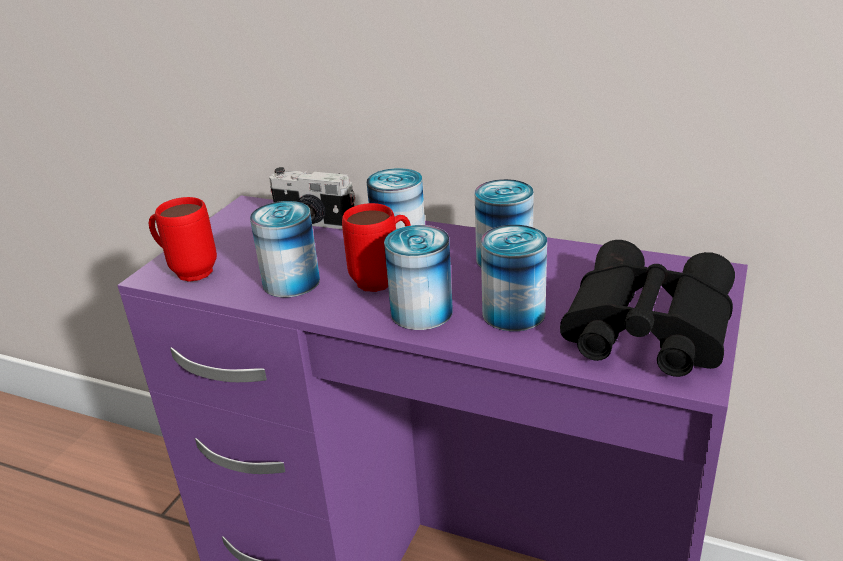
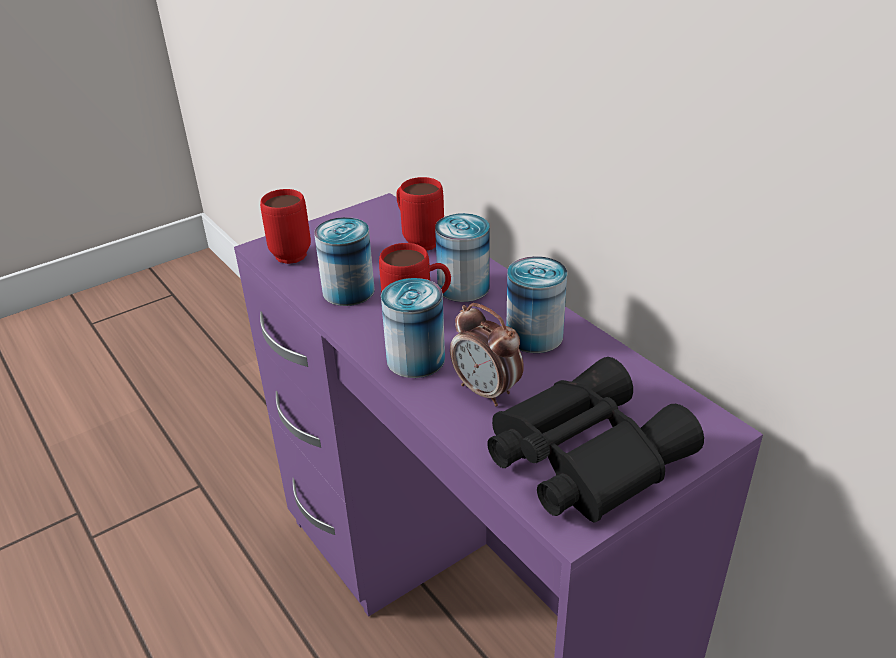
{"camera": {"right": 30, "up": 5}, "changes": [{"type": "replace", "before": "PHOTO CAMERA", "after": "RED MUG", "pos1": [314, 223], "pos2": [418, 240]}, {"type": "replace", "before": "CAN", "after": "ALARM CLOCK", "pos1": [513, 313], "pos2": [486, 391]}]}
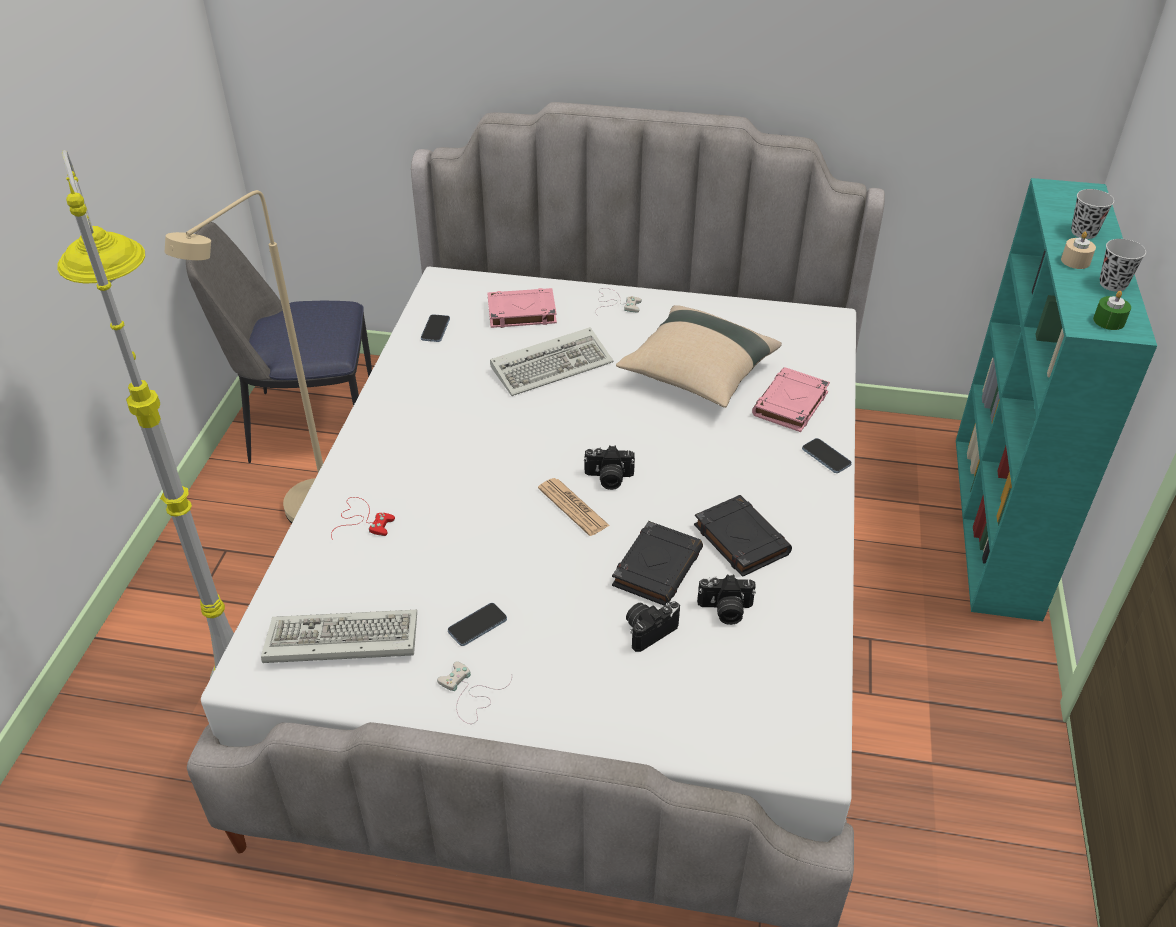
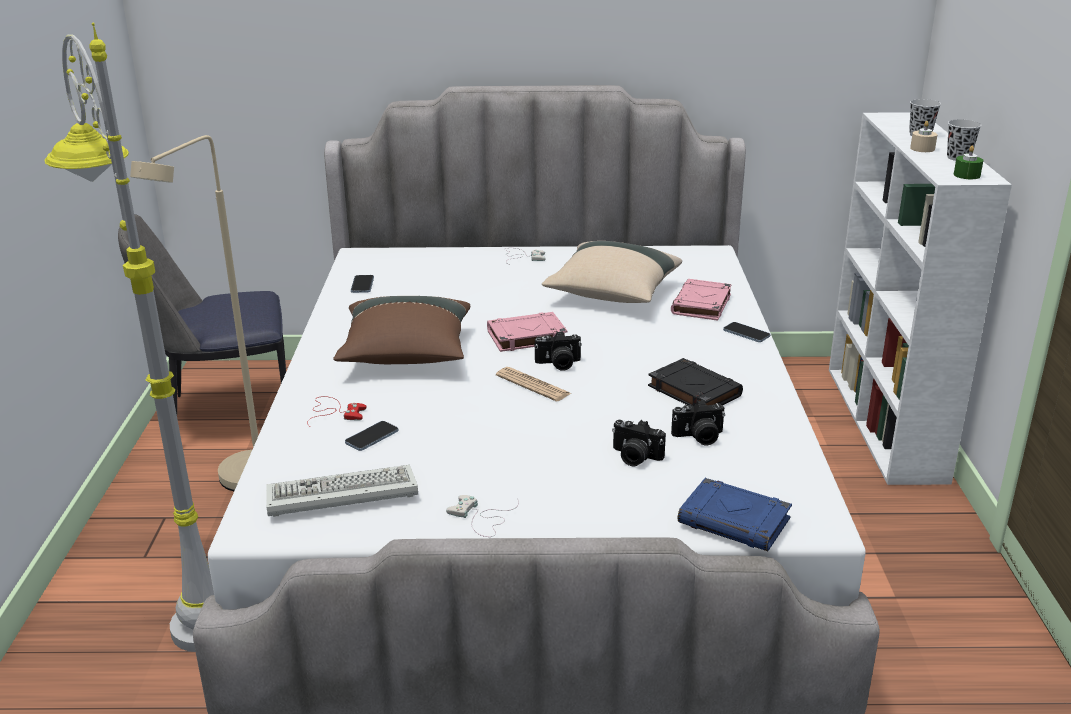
{"camera": {"right": -10, "up": -15}, "changes": [{"type": "delete", "before": "KEYBOARD", "pos1": [553, 365]}, {"type": "delete", "before": "BLACK BOOK", "pos1": [657, 567]}, {"type": "insert", "after": "BROWN PILLOW", "pos2": [406, 354]}, {"type": "insert", "after": "BLUE BOOK", "pos2": [735, 521]}, {"type": "move", "before": "PHONE", "pos1": [477, 625], "pos2": [372, 437]}, {"type": "move", "before": "PINK BOOK", "pos1": [521, 313], "pos2": [526, 337]}, {"type": "recolor", "before": "TURQUOISE BOOKCASE", "after": "WHITE BOOKCASE", "pos1": [996, 525], "pos2": [885, 423]}, {"type": "rotate", "before": "PHOTO CAMERA", "pos1": [649, 630], "pos2": [634, 457], "turn": -105}]}
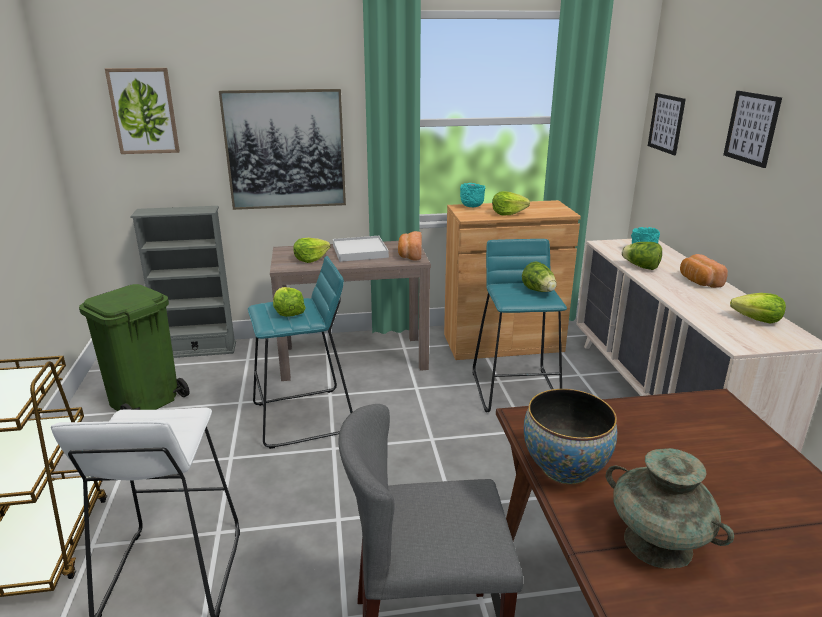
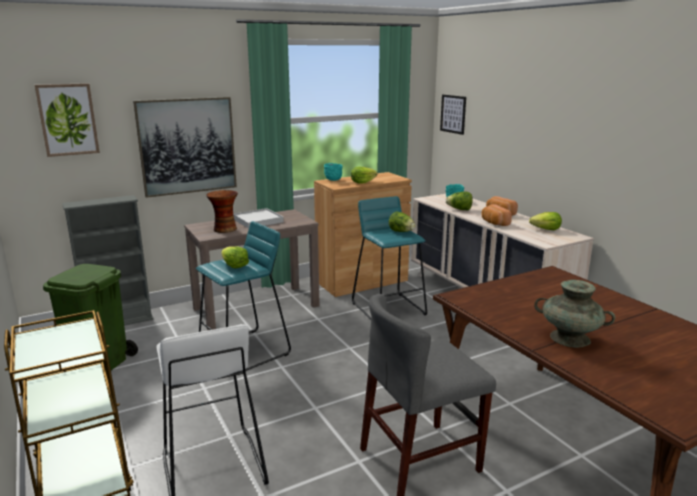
{"camera": {"right": -20, "up": -5}, "changes": [{"type": "delete", "before": "BOWL", "pos1": [565, 469]}, {"type": "delete", "before": "PICTURE", "pos1": [751, 128]}, {"type": "move", "before": "BREAD", "pos1": [409, 255], "pos2": [494, 223]}, {"type": "replace", "before": "LETTUCE", "after": "VASE", "pos1": [311, 259], "pos2": [224, 229]}]}
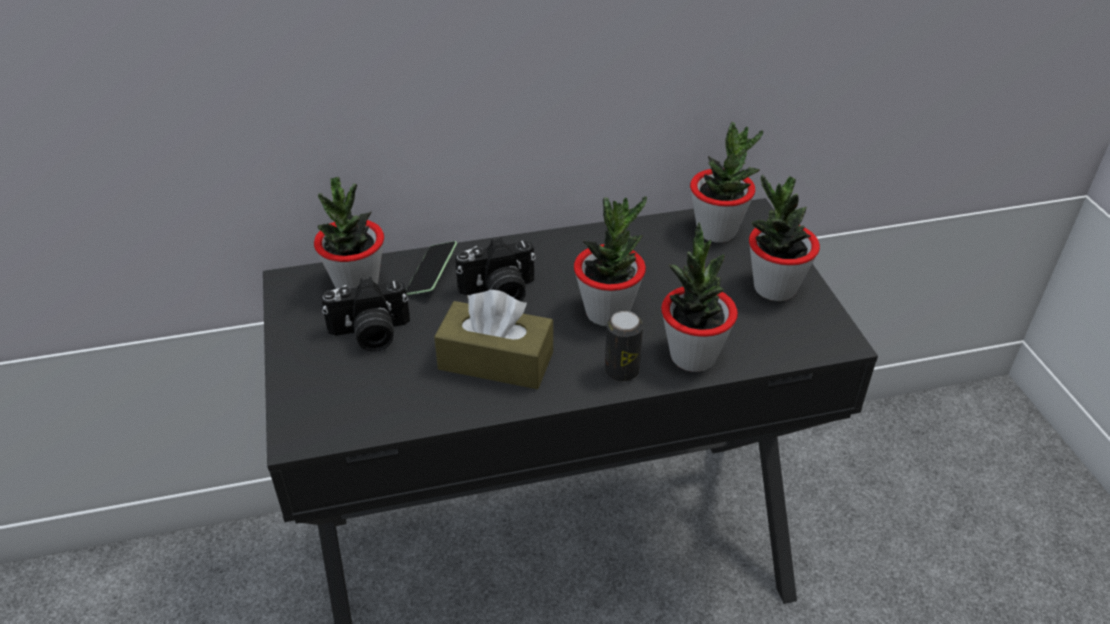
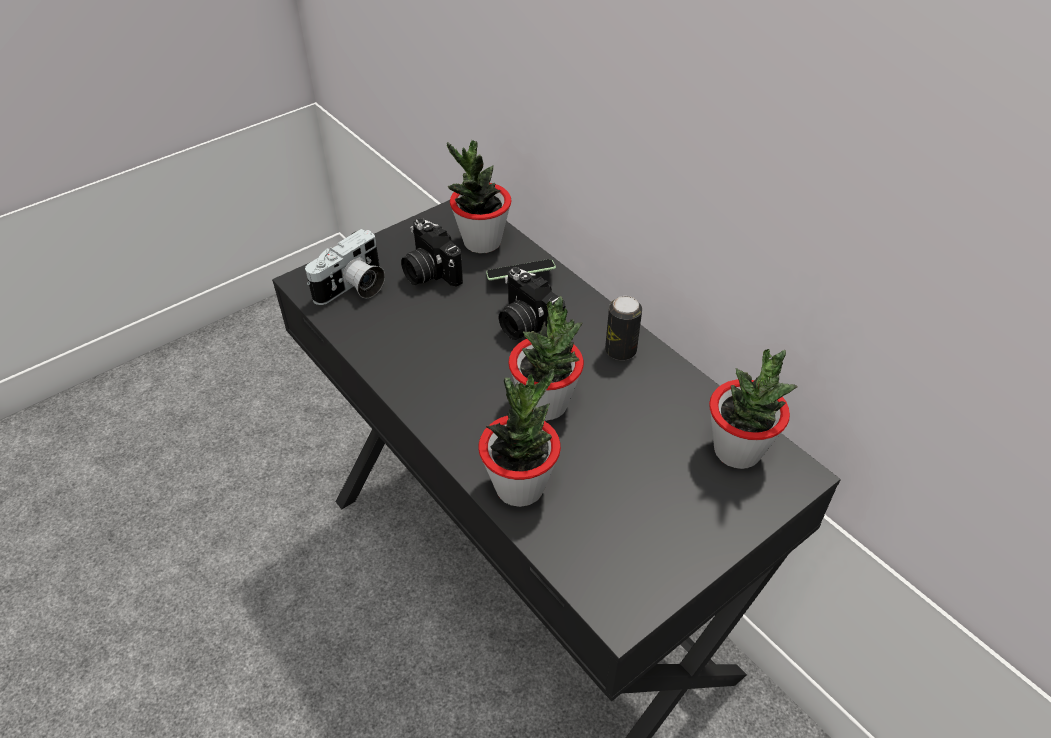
{"camera": {"right": 65, "up": 5}, "changes": [{"type": "delete", "before": "BROWN TISSUE BOX", "pos1": [496, 361]}, {"type": "delete", "before": "POTTED PLANT", "pos1": [774, 288]}, {"type": "insert", "after": "PHOTO CAMERA", "pos2": [353, 288]}, {"type": "move", "before": "CAN", "pos1": [621, 371], "pos2": [620, 351]}]}
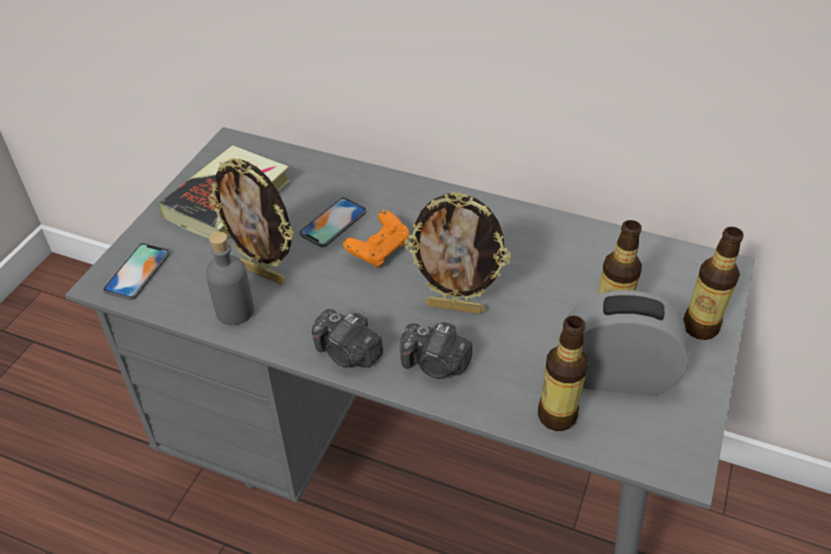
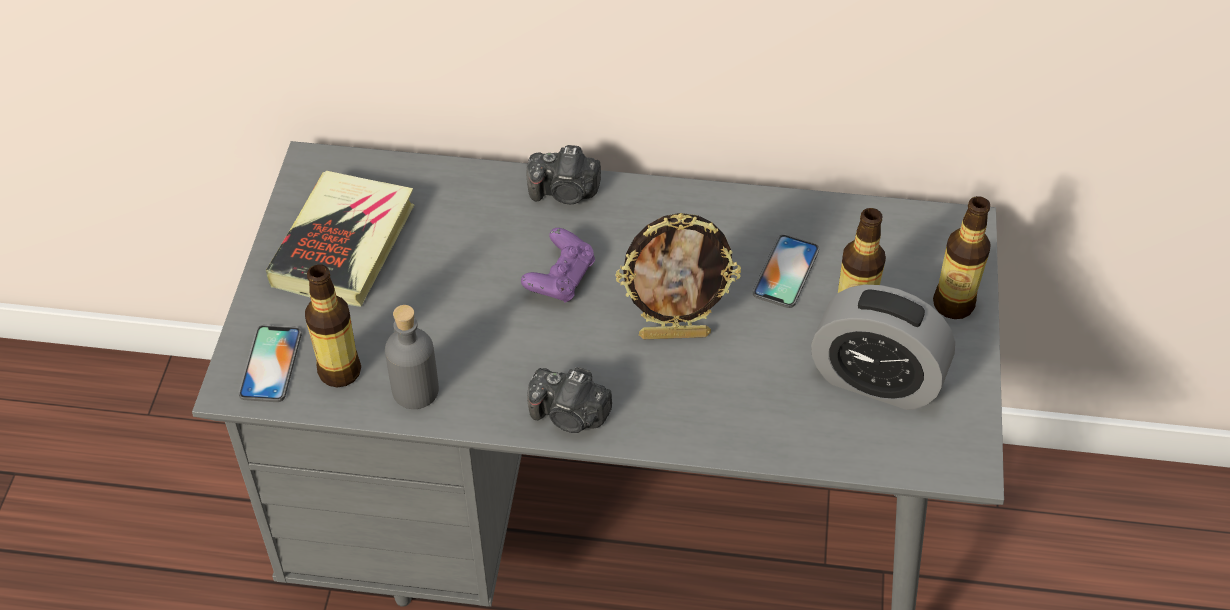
{"camera": {"right": -15, "up": 5}, "changes": [{"type": "delete", "before": "PICTURE FRAME", "pos1": [264, 273]}, {"type": "move", "before": "PHONE", "pos1": [333, 222], "pos2": [786, 272]}, {"type": "move", "before": "PHOTO CAMERA", "pos1": [435, 364], "pos2": [565, 192]}, {"type": "move", "before": "BOTTLE", "pos1": [557, 416], "pos2": [339, 371]}, {"type": "recolor", "before": "ORANGE GAME CONTROLLER", "after": "PURPLE GAME CONTROLLER", "pos1": [379, 250], "pos2": [560, 279]}, {"type": "rotate", "before": "ALARM CLOCK", "pos1": [616, 375], "pos2": [876, 380], "turn": -150}]}
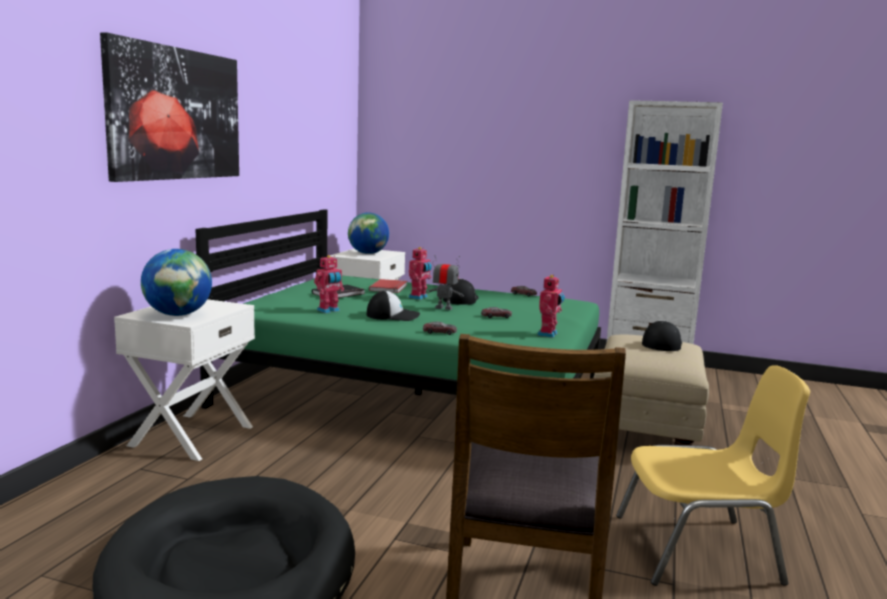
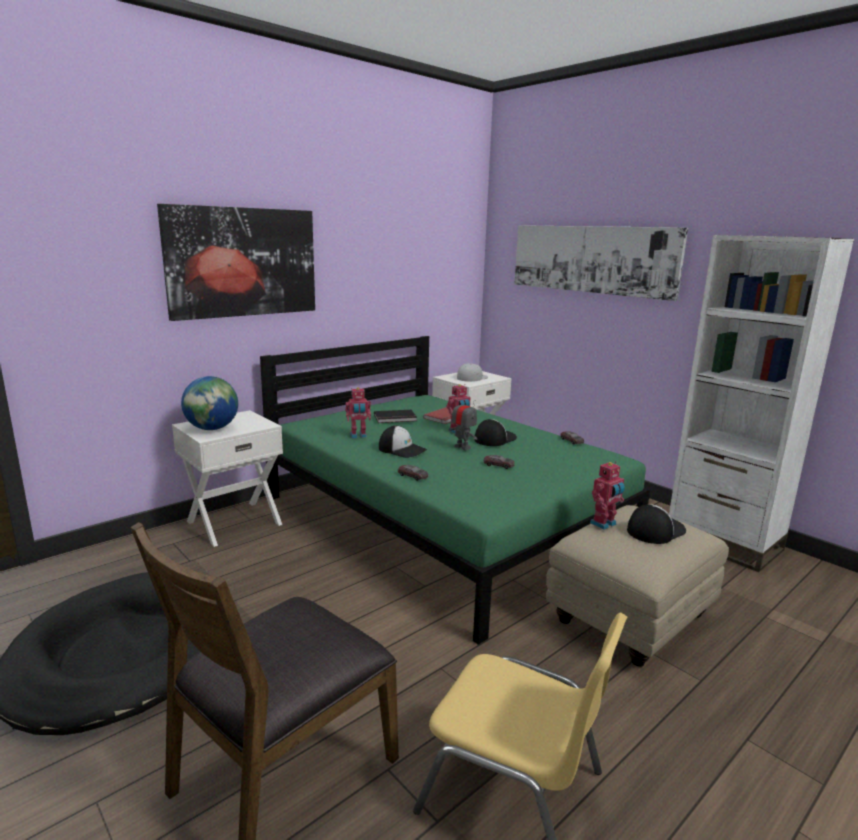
{"camera": {"right": 30, "up": 5}, "changes": [{"type": "insert", "after": "PICTURE", "pos2": [591, 259]}, {"type": "move", "before": "TOY ROBOT", "pos1": [549, 334], "pos2": [604, 524]}, {"type": "replace", "before": "GLOBE", "after": "WHITE CAP", "pos1": [368, 253], "pos2": [472, 377]}]}
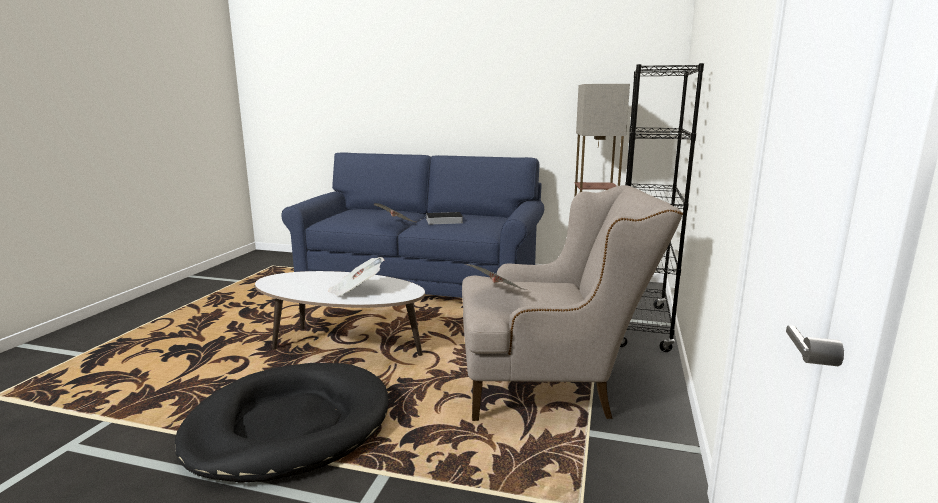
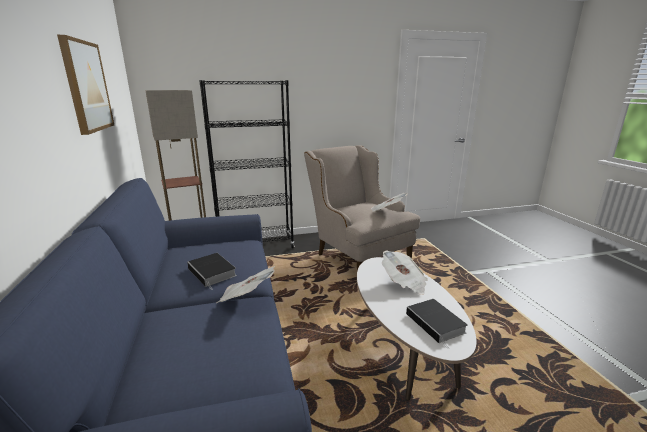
{"camera": {"right": -120, "up": 5}, "changes": [{"type": "delete", "before": "BLACK DOG BED", "pos1": [289, 426]}, {"type": "insert", "after": "PICTURE", "pos2": [86, 86]}, {"type": "insert", "after": "BOOK", "pos2": [436, 324]}]}
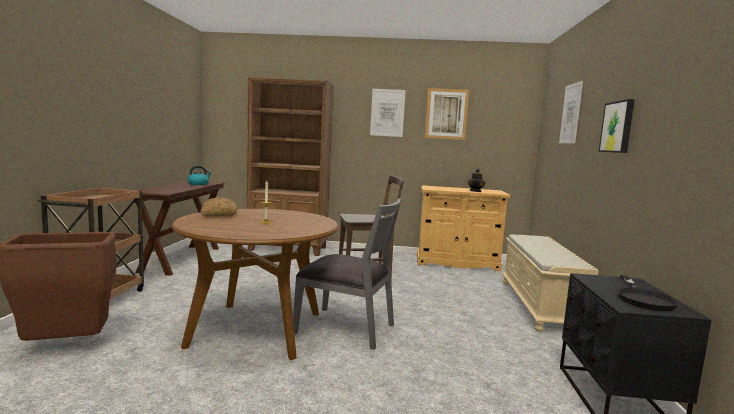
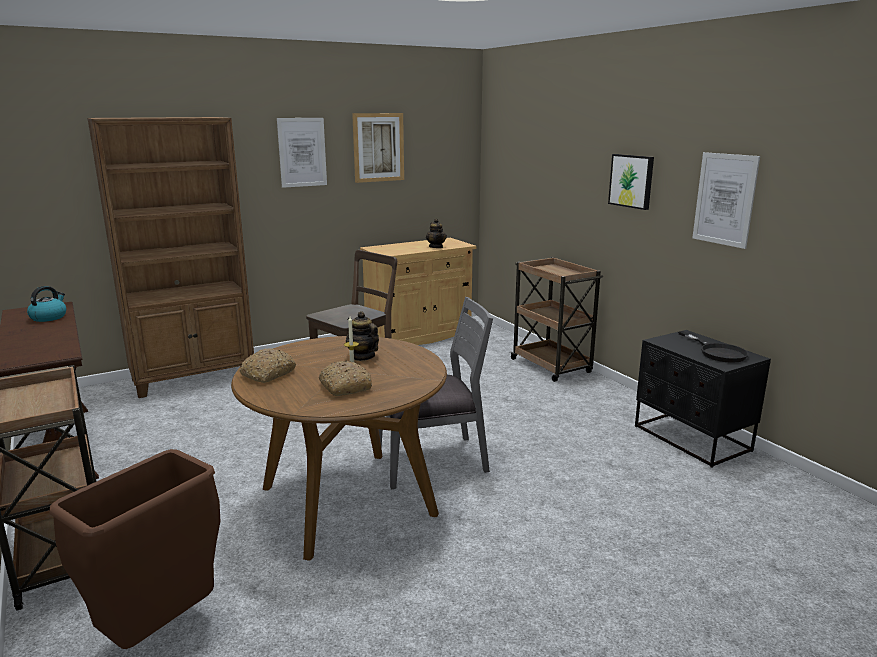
{"camera": {"right": -35, "up": 10}, "changes": [{"type": "insert", "after": "BREAD", "pos2": [344, 387]}, {"type": "insert", "after": "TEAPOT", "pos2": [363, 357]}, {"type": "move", "before": "PICTURE", "pos1": [571, 113], "pos2": [724, 199]}, {"type": "replace", "before": "BEIGE BENCH", "after": "BROWN CART", "pos1": [540, 305], "pos2": [551, 366]}]}
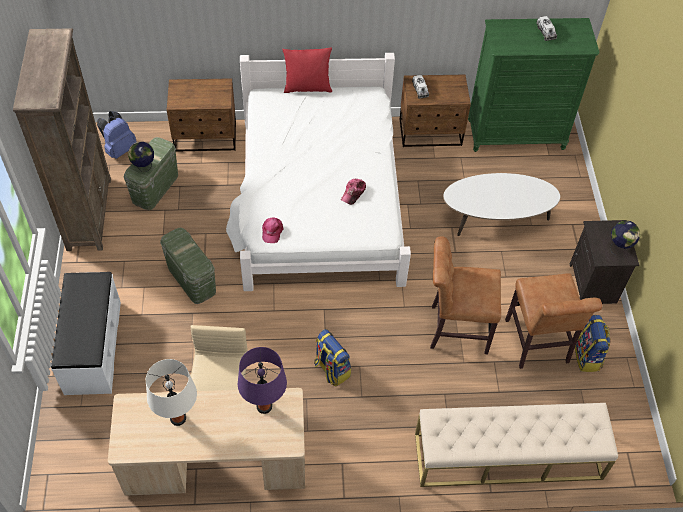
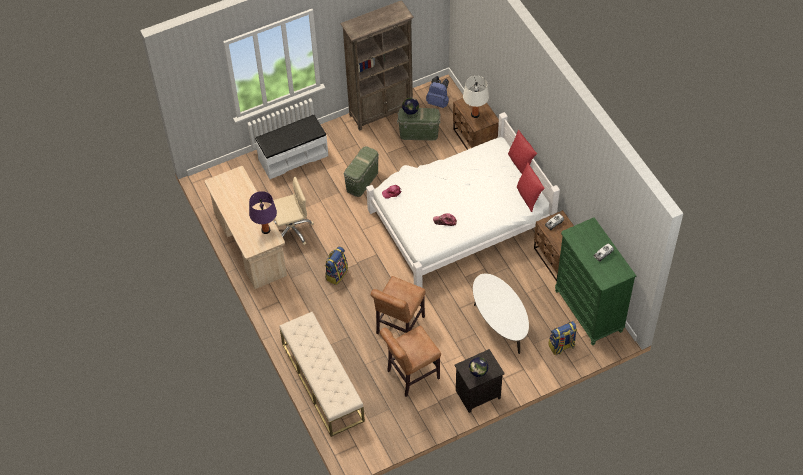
{"camera": {"right": 70, "up": 0}, "changes": [{"type": "insert", "after": "RED PILLOW", "pos2": [528, 197]}, {"type": "move", "before": "WHITE TABLE LAMP", "pos1": [178, 418], "pos2": [475, 114]}, {"type": "move", "before": "BACKPACK", "pos1": [588, 356], "pos2": [561, 346]}, {"type": "rotate", "before": "BROWN CHAIR", "pos1": [455, 328], "pos2": [398, 327], "turn": -135}]}
